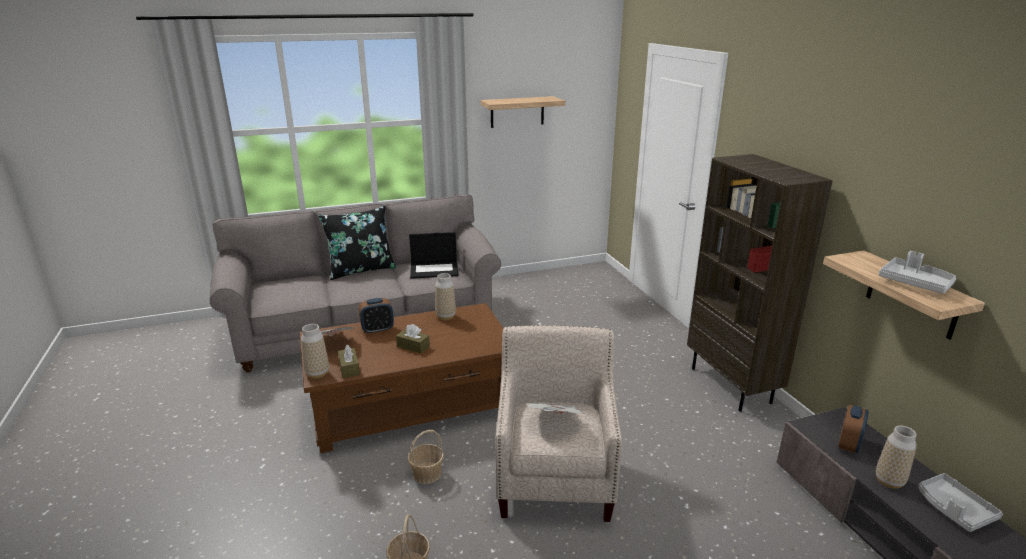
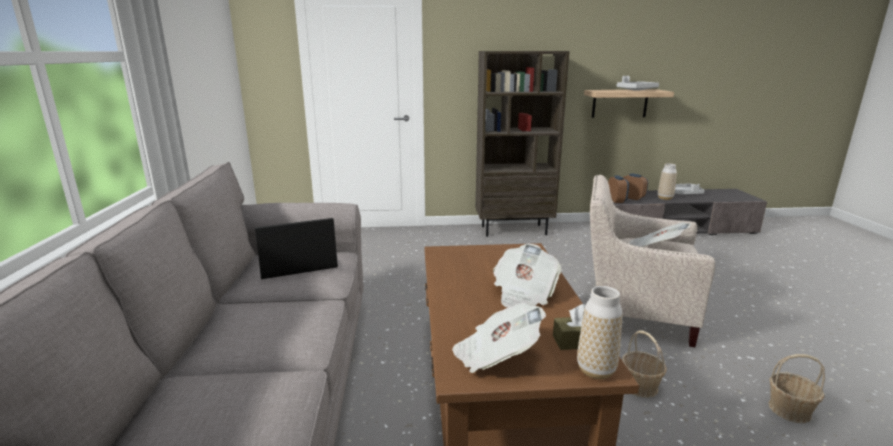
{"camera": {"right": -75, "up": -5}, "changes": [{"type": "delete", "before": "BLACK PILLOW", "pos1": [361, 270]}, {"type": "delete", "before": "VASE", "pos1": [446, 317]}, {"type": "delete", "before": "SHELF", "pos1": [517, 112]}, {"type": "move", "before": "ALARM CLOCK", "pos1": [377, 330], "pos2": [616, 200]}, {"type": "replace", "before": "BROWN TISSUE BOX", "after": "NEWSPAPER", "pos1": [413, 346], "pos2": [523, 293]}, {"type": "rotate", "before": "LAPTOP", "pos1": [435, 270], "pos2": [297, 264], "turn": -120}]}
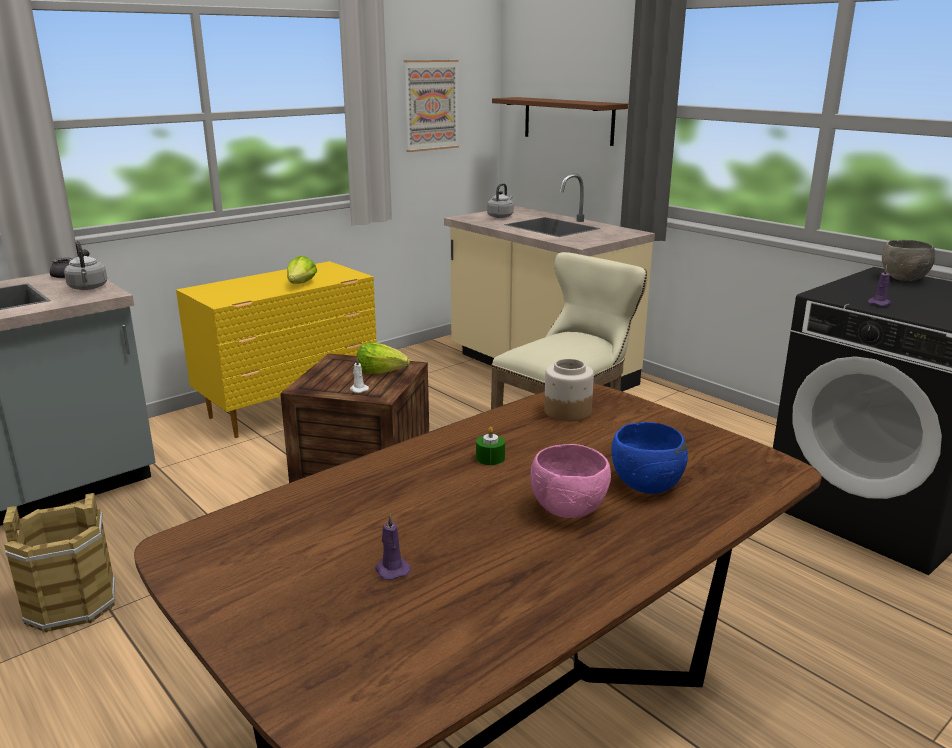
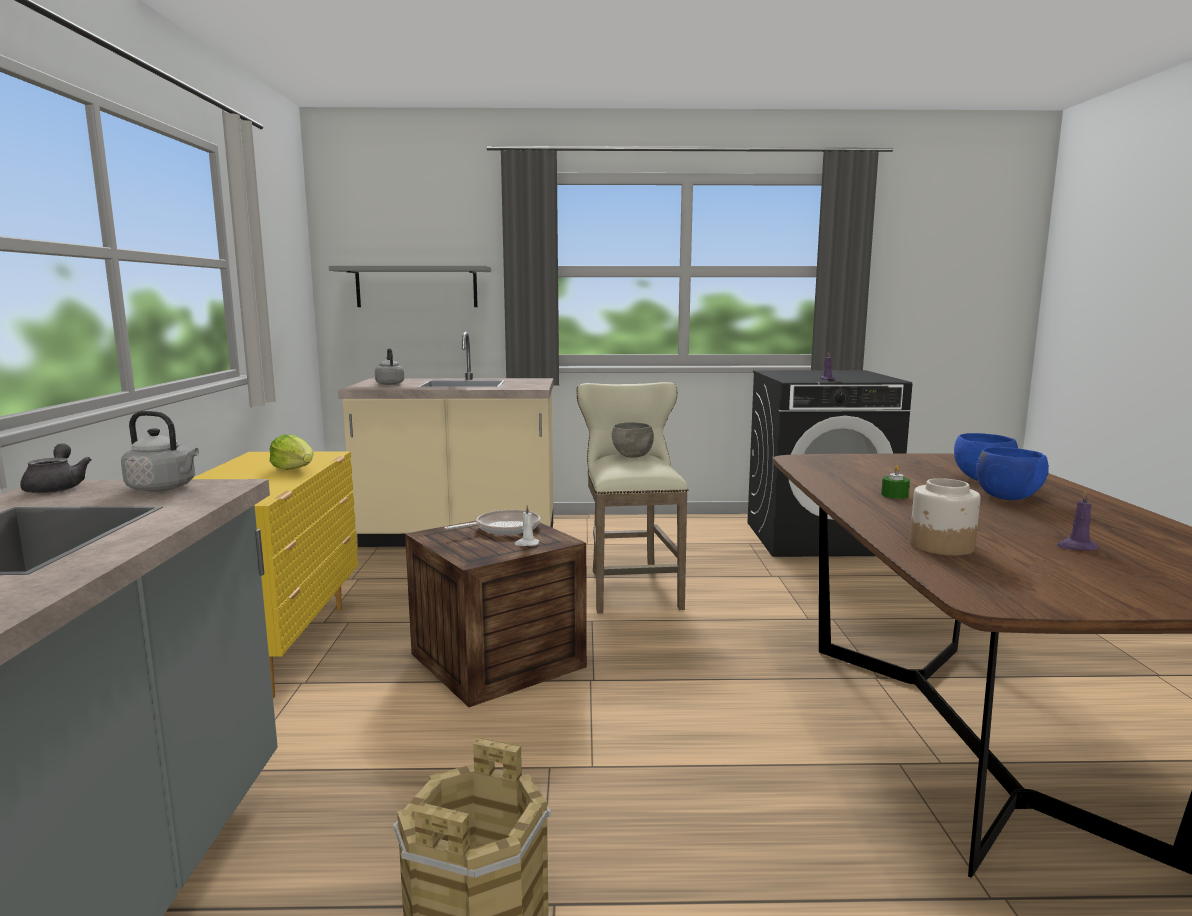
{"camera": {"right": -50, "up": -10}, "changes": [{"type": "delete", "before": "PICTURE", "pos1": [431, 105]}, {"type": "move", "before": "JAR", "pos1": [567, 412], "pos2": [941, 546]}, {"type": "move", "before": "GREY BOWL", "pos1": [903, 279], "pos2": [632, 456]}, {"type": "replace", "before": "LETTUCE", "after": "FRYING PAN", "pos1": [381, 372], "pos2": [503, 528]}, {"type": "recolor", "before": "BROWN SHELF", "after": "GREY SHELF", "pos1": [568, 120], "pos2": [416, 287]}, {"type": "recolor", "before": "PINK BOWL", "after": "BLUE BOWL", "pos1": [569, 510], "pos2": [1007, 498]}]}
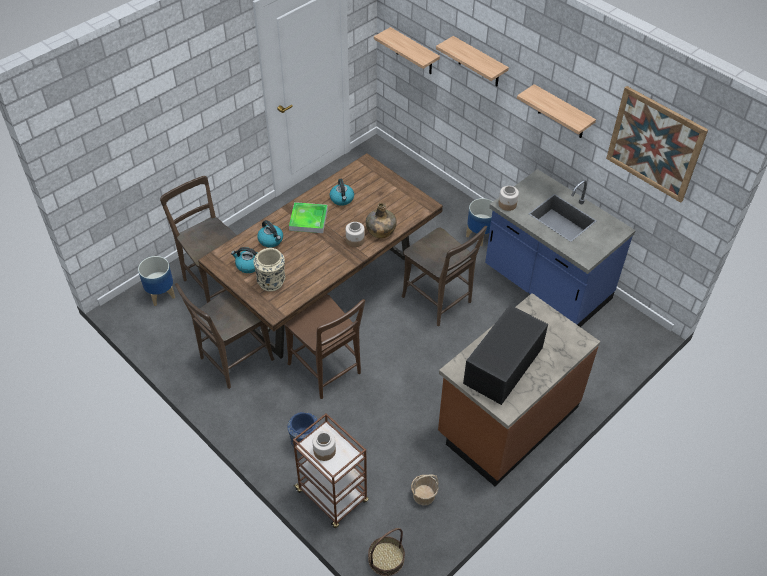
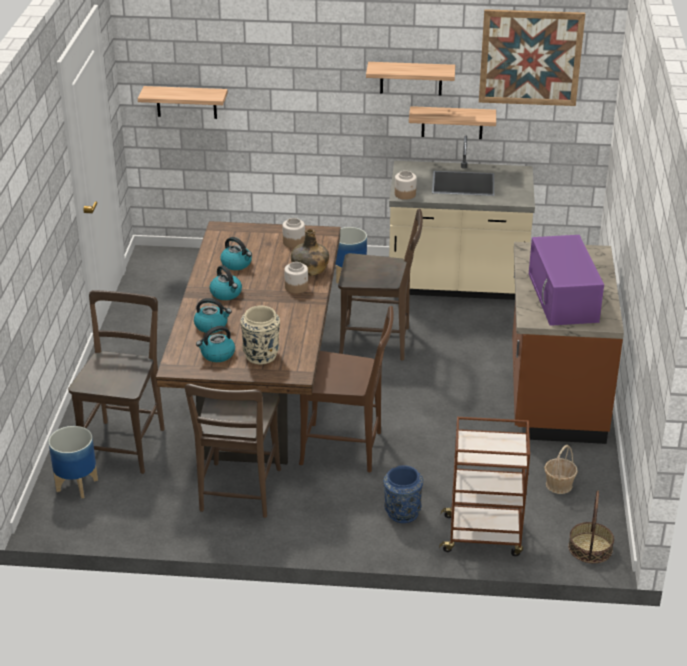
{"camera": {"right": -40, "up": -15}, "changes": [{"type": "move", "before": "JAR", "pos1": [324, 451], "pos2": [293, 242]}, {"type": "move", "before": "SHELF", "pos1": [479, 63], "pos2": [452, 122]}, {"type": "replace", "before": "TRAY", "after": "KETTLE", "pos1": [308, 220], "pos2": [226, 293]}, {"type": "recolor", "before": "BLACK MICROWAVE", "after": "PURPLE MICROWAVE", "pos1": [503, 366], "pos2": [563, 298]}, {"type": "recolor", "before": "BLUE COUNTER", "after": "BEIGE COUNTER", "pos1": [546, 285], "pos2": [456, 284]}, {"type": "rotate", "before": "BROWN CHAIR", "pos1": [214, 282], "pos2": [125, 443], "turn": 90}]}
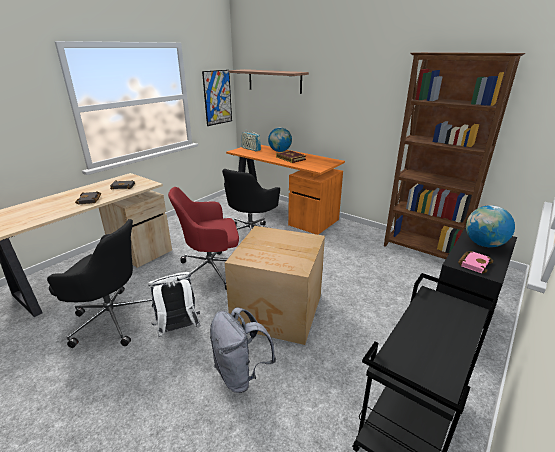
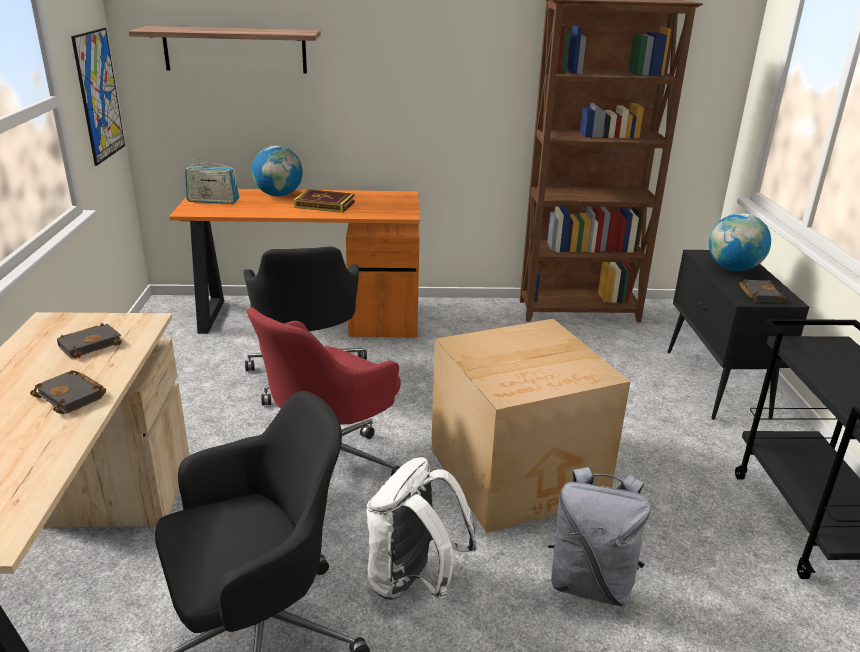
{"camera": {"right": -40, "up": 0}, "changes": [{"type": "recolor", "before": "PINK BOOK", "after": "BLACK BOOK", "pos1": [473, 263], "pos2": [758, 294]}]}
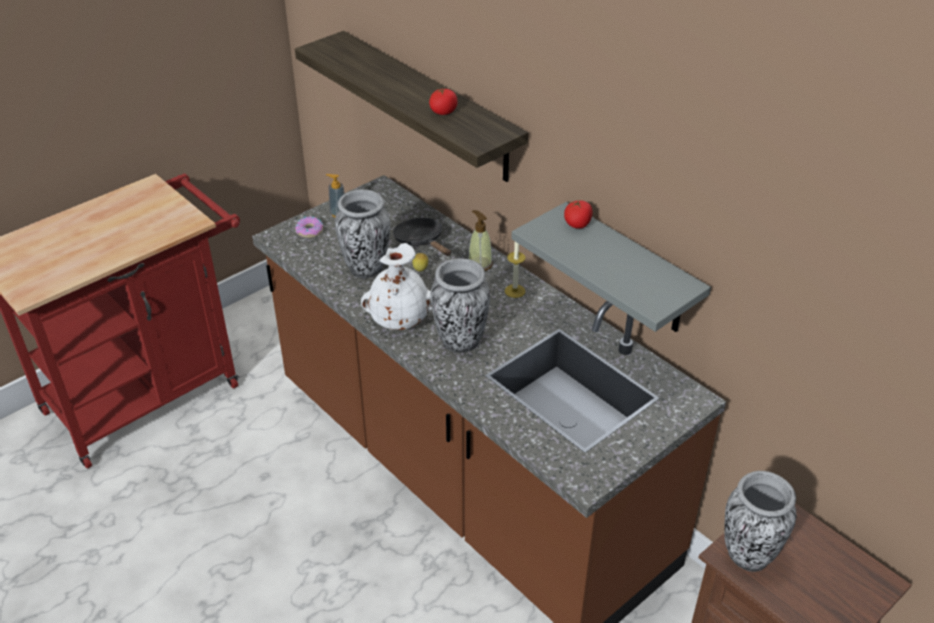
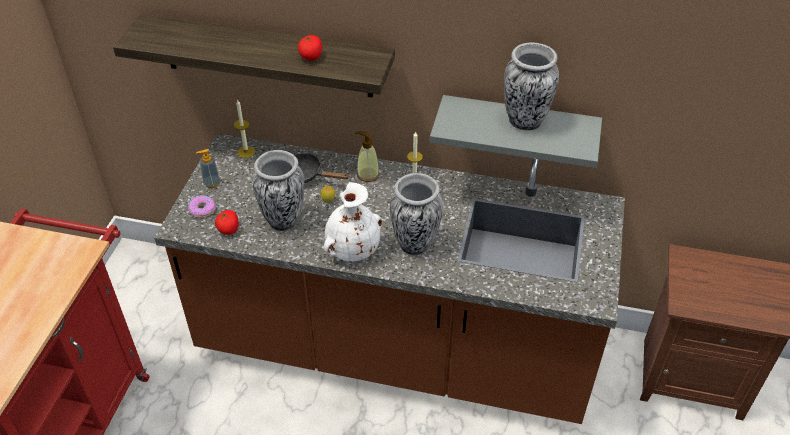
{"camera": {"right": -35, "up": 5}, "changes": [{"type": "insert", "after": "CANDLE", "pos2": [246, 152]}, {"type": "move", "before": "TOMATO", "pos1": [577, 224], "pos2": [229, 229]}, {"type": "move", "before": "VASE", "pos1": [748, 555], "pos2": [525, 121]}]}
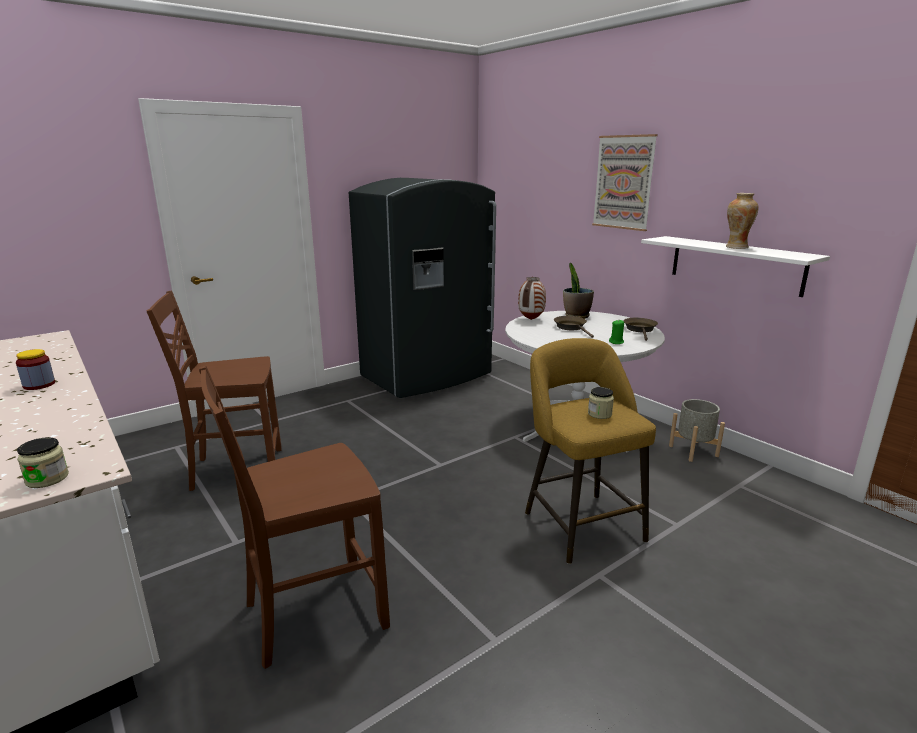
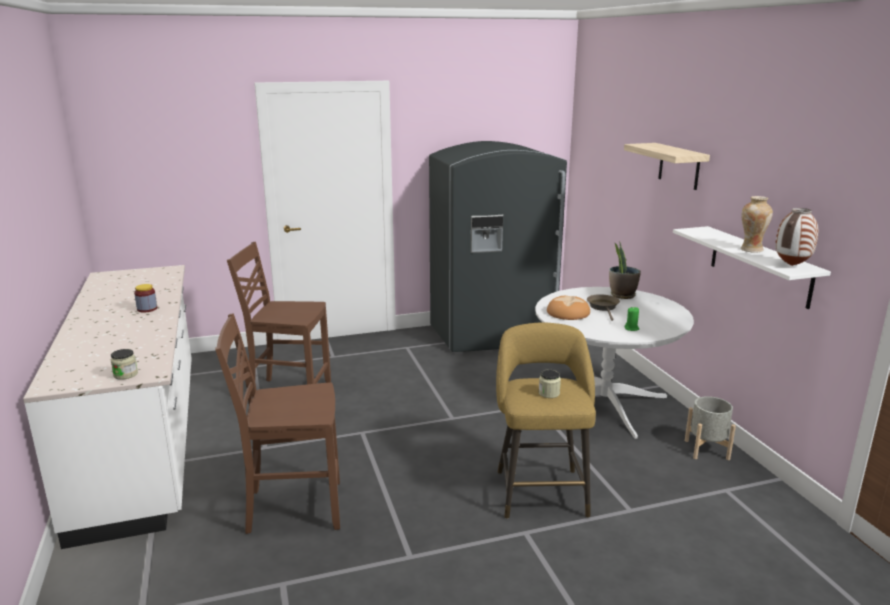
{"camera": {"right": 20, "up": 0}, "changes": [{"type": "delete", "before": "BROWN FRYING PAN", "pos1": [640, 330]}, {"type": "insert", "after": "BREAD", "pos2": [568, 312]}, {"type": "move", "before": "VASE", "pos1": [531, 319], "pos2": [791, 265]}, {"type": "replace", "before": "PICTURE", "after": "SHELF", "pos1": [624, 182], "pos2": [679, 166]}]}
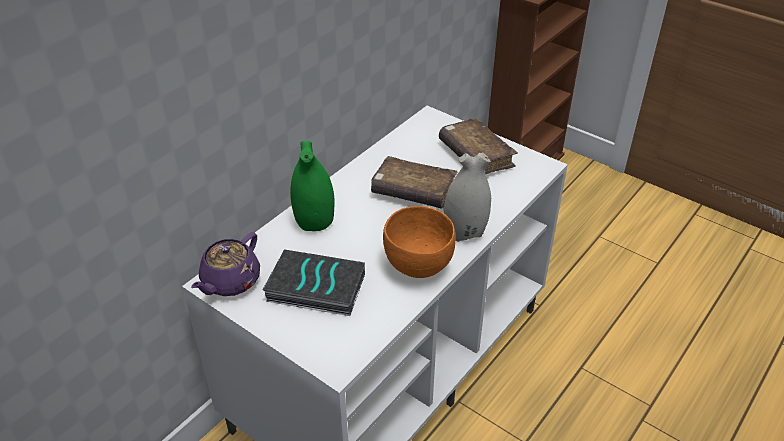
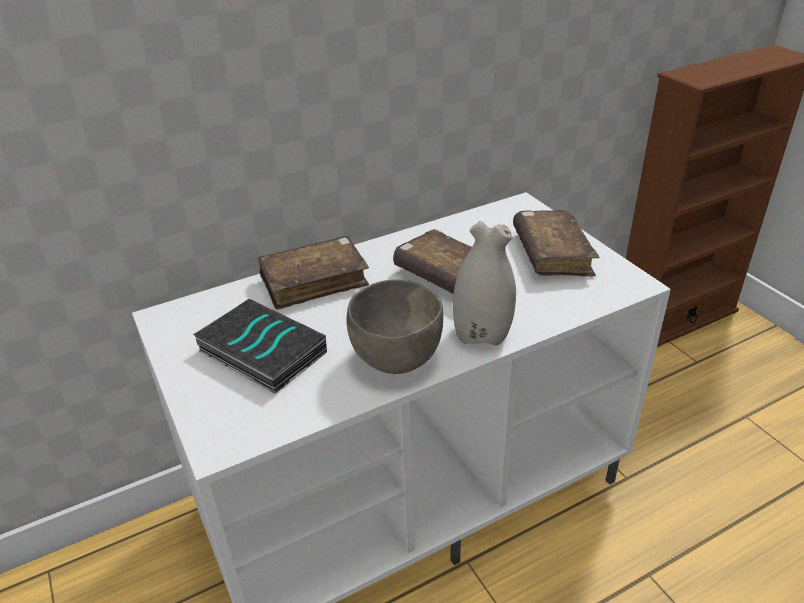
{"camera": {"right": 25, "up": -5}, "changes": [{"type": "delete", "before": "PURPLE TEAPOT", "pos1": [230, 282]}, {"type": "replace", "before": "GREEN VASE", "after": "BROWN BOOK", "pos1": [314, 221], "pos2": [314, 281]}, {"type": "recolor", "before": "ORANGE BOWL", "after": "GREY BOWL", "pos1": [418, 266], "pos2": [396, 359]}]}
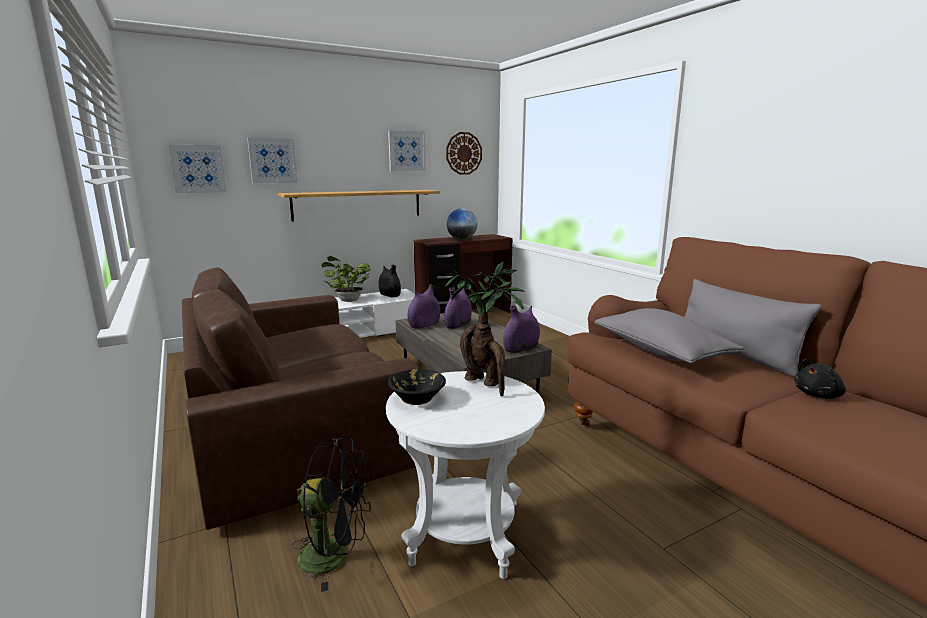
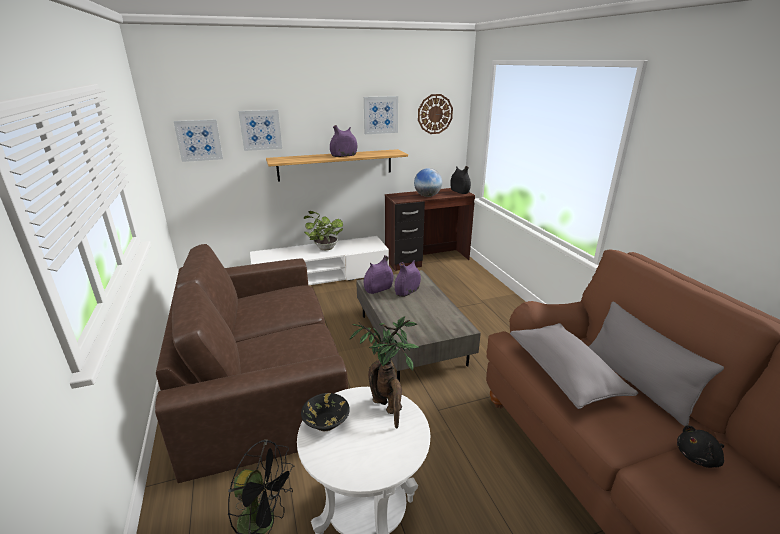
{"camera": {"right": 10, "up": 10}, "changes": [{"type": "move", "before": "BLACK VASE", "pos1": [389, 295], "pos2": [459, 191]}, {"type": "move", "before": "PURPLE VASE", "pos1": [521, 348], "pos2": [344, 156]}]}
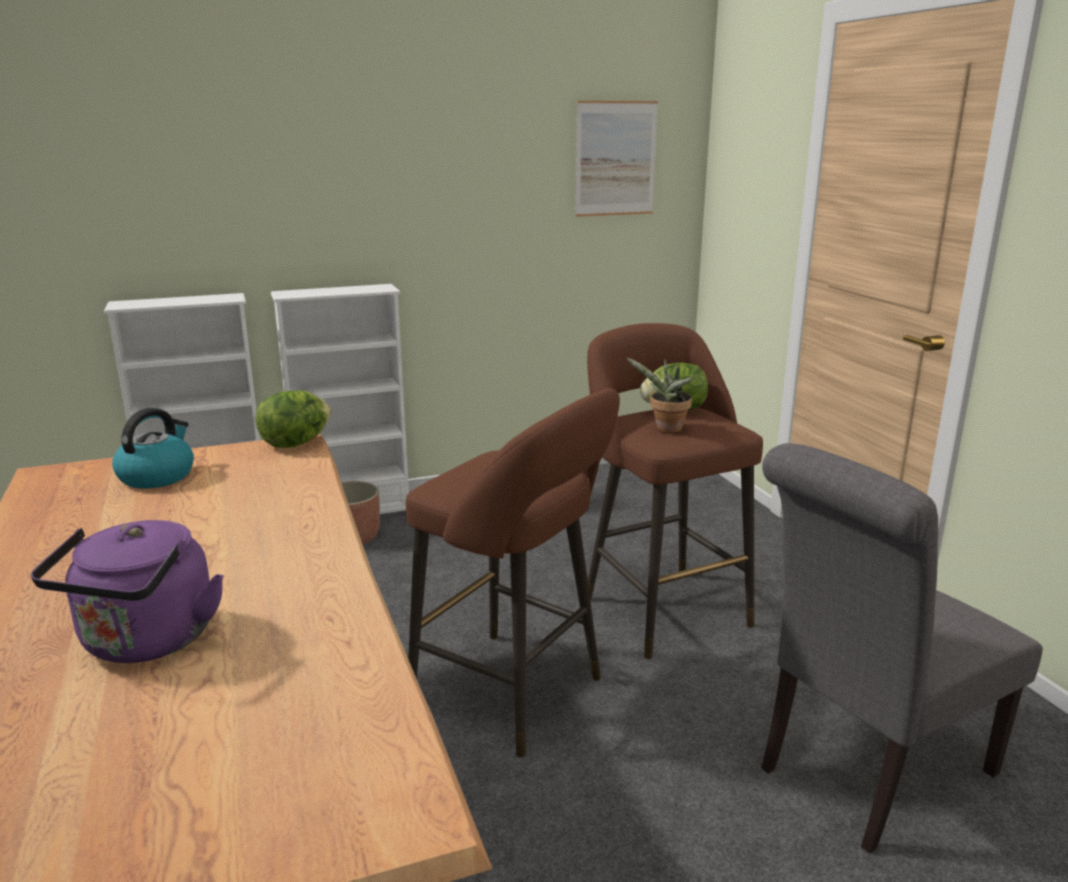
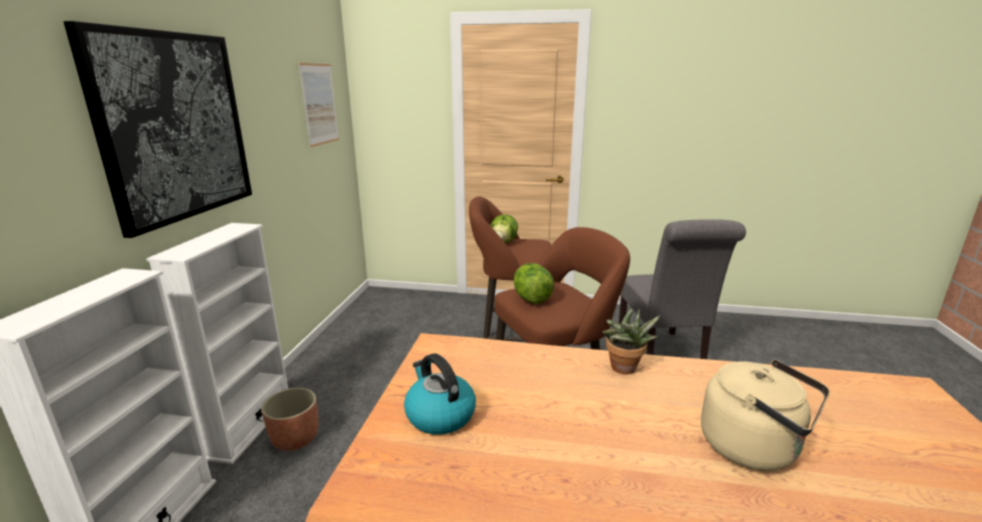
{"camera": {"right": -60, "up": 0}, "changes": [{"type": "insert", "after": "PICTURE", "pos2": [175, 127]}, {"type": "move", "before": "LETTUCE", "pos1": [296, 443], "pos2": [531, 299]}, {"type": "move", "before": "POTTED PLANT", "pos1": [666, 429], "pos2": [624, 370]}, {"type": "recolor", "before": "PURPLE KETTLE", "after": "BEIGE KETTLE", "pos1": [145, 642], "pos2": [754, 448]}]}
